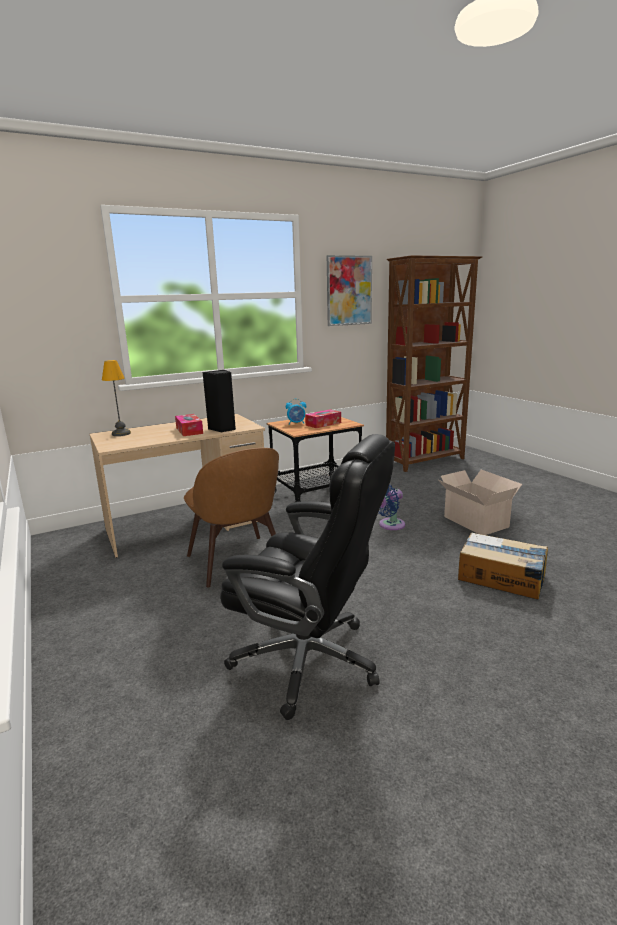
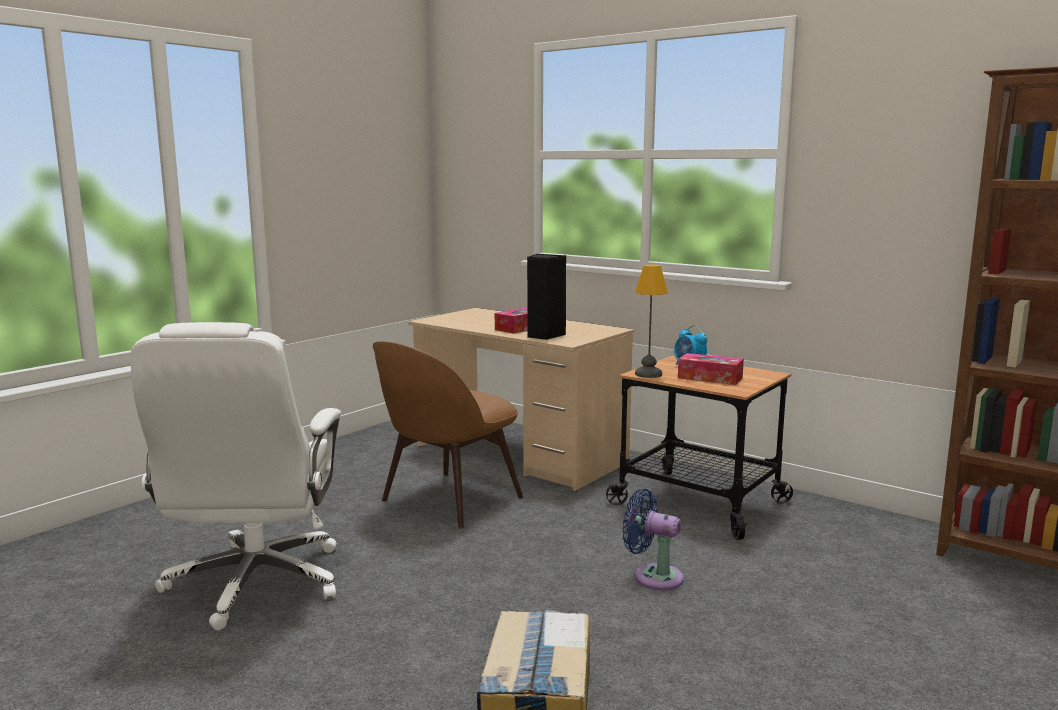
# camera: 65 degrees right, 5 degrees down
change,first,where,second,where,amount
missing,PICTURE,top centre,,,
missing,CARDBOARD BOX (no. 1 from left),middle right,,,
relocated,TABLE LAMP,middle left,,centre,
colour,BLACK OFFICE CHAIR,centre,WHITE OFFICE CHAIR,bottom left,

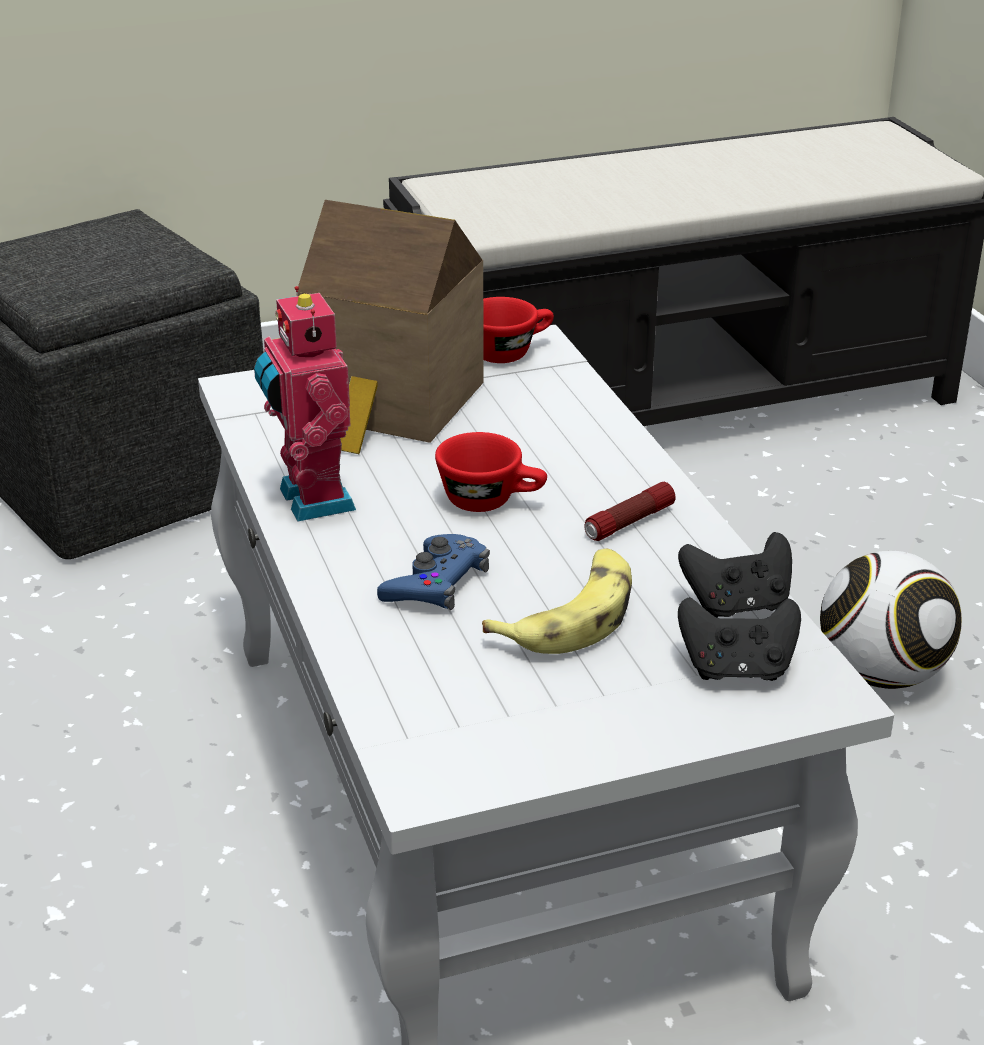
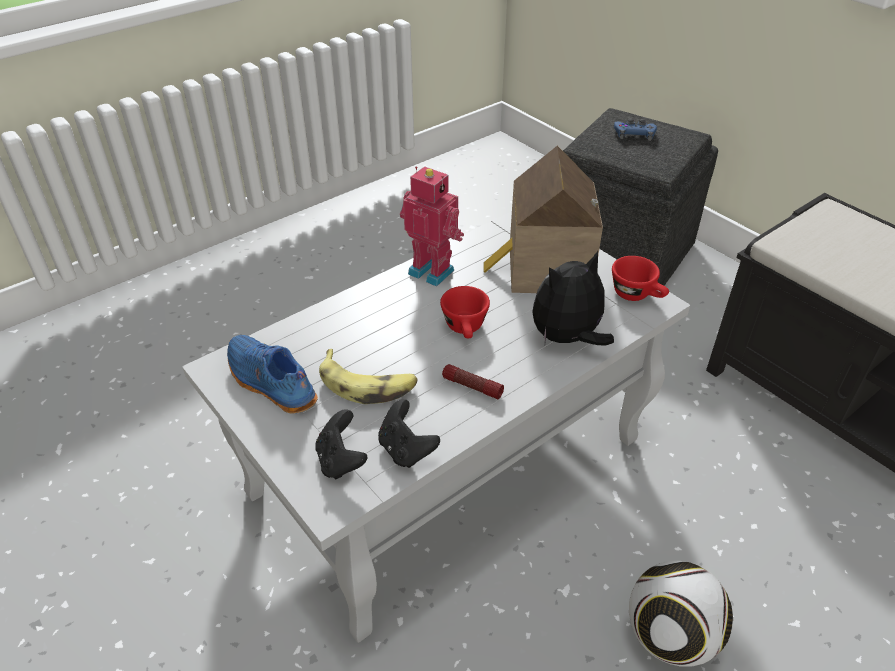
# camera: 70 degrees right, 10 degrees up
change,first,where,second,where,amount
appeared,,,BLUE SHOE,middle left,
appeared,,,PLUSH TOY,centre,
relocated,BLUE GAME CONTROLLER,centre,,top right,
spun,TOY ROBOT,middle left,,centre,75 degrees clockwise

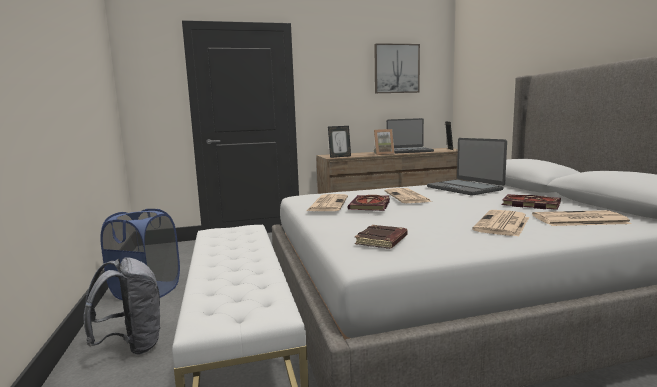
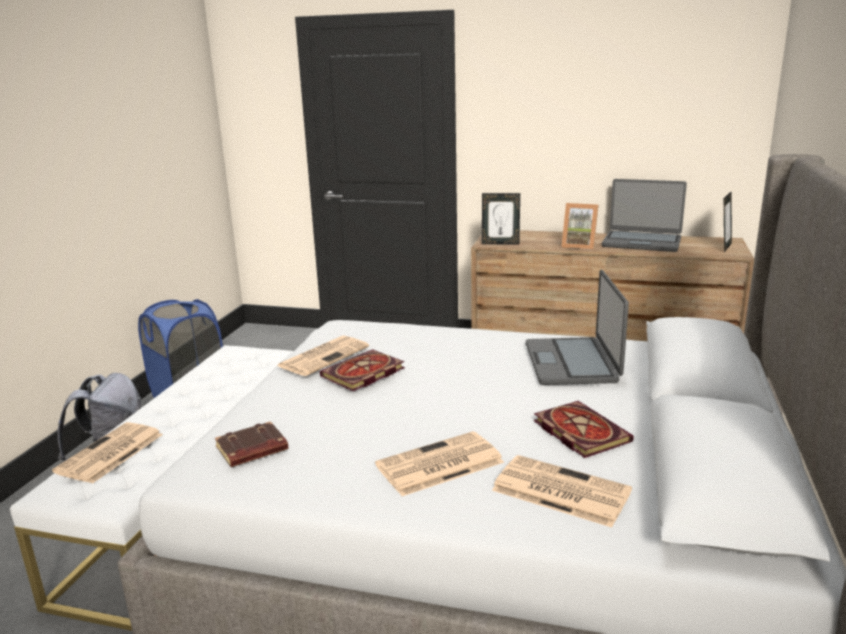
# camera: 30 degrees right, 10 degrees up
change,first,where,second,where,amount
missing,PICTURE,top centre,,,
relocated,NEWSPAPER (no. 2 from left in the first image),centre,NEWSPAPER (no. 1 from left),bottom left,

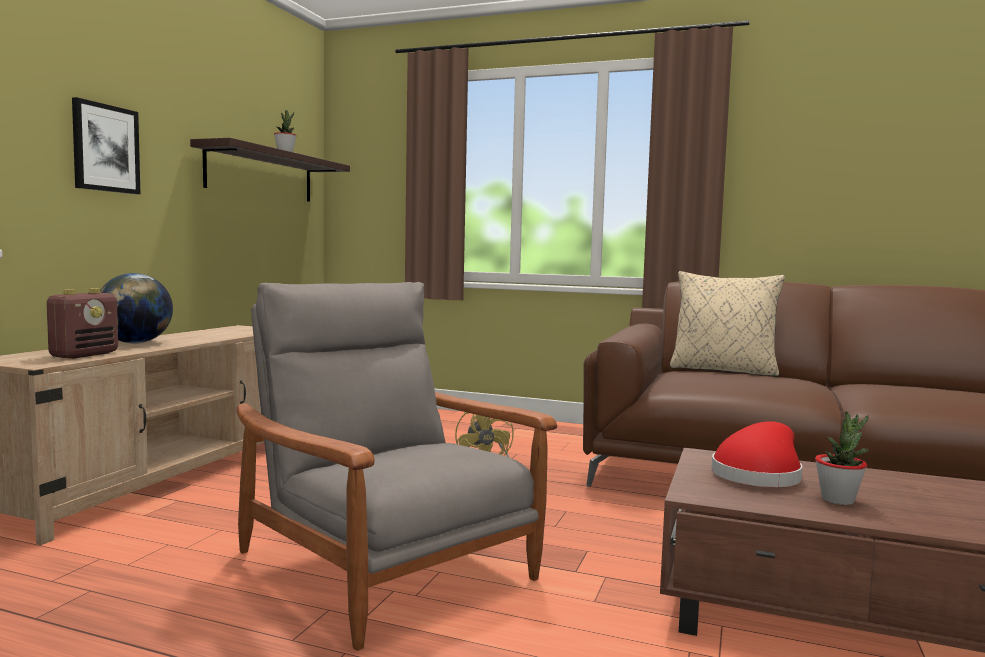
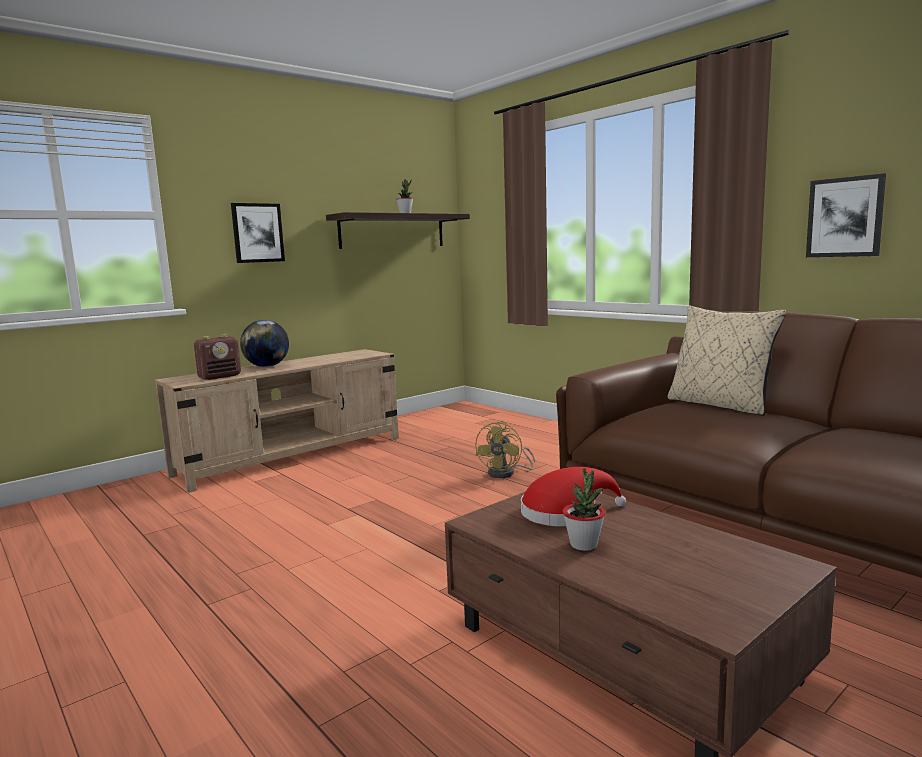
# camera: 30 degrees right, 5 degrees up
change,first,where,second,where,amount
missing,GREY ARMCHAIR,bottom centre,,,
appeared,,,PICTURE (no. 2 from left),top right,

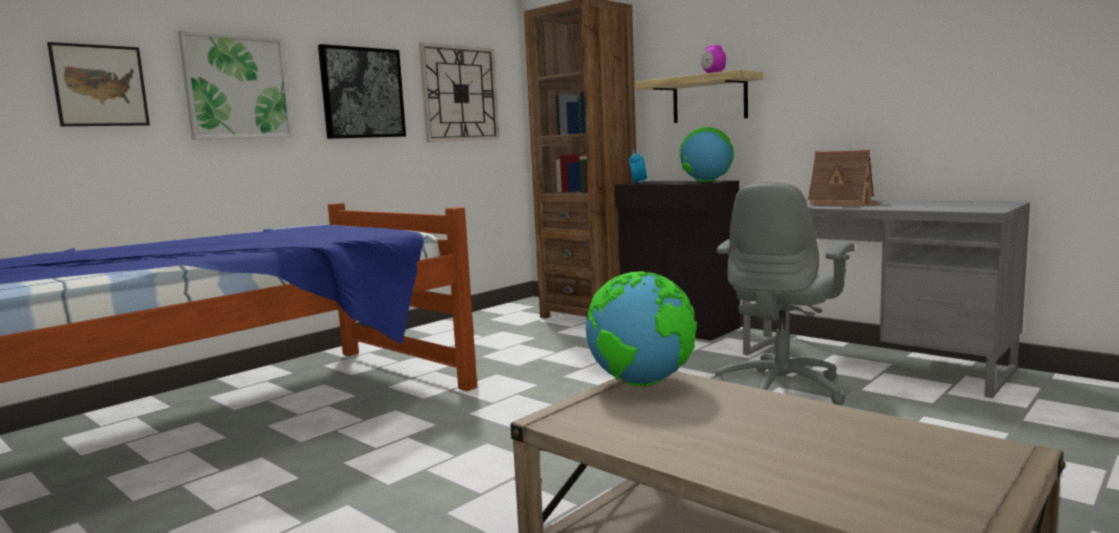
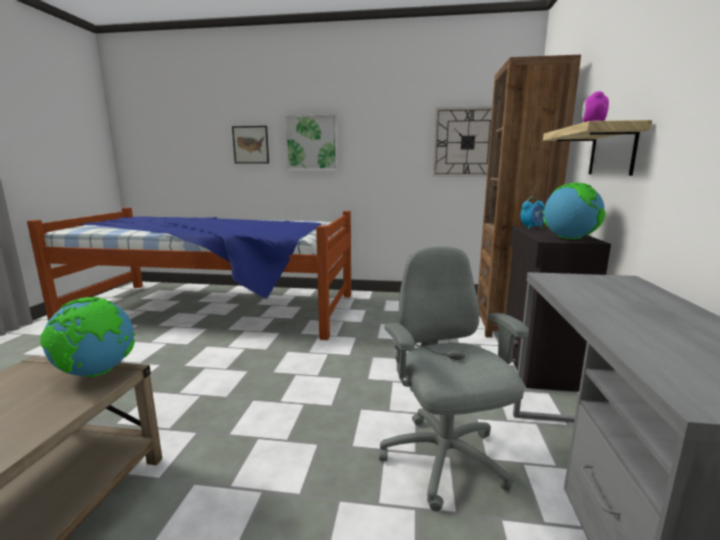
# camera: 55 degrees right, 5 degrees up
change,first,where,second,where,amount
missing,PICTURE (no. 3 from left),top left,,,
missing,TOY HOUSE,middle right,,,
spun,GREY OFFICE CHAIR,middle right,,bottom centre,75 degrees clockwise

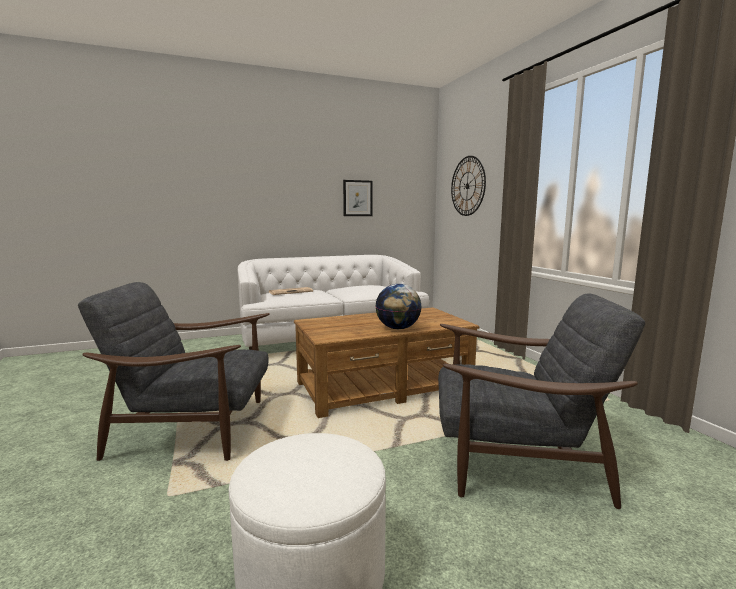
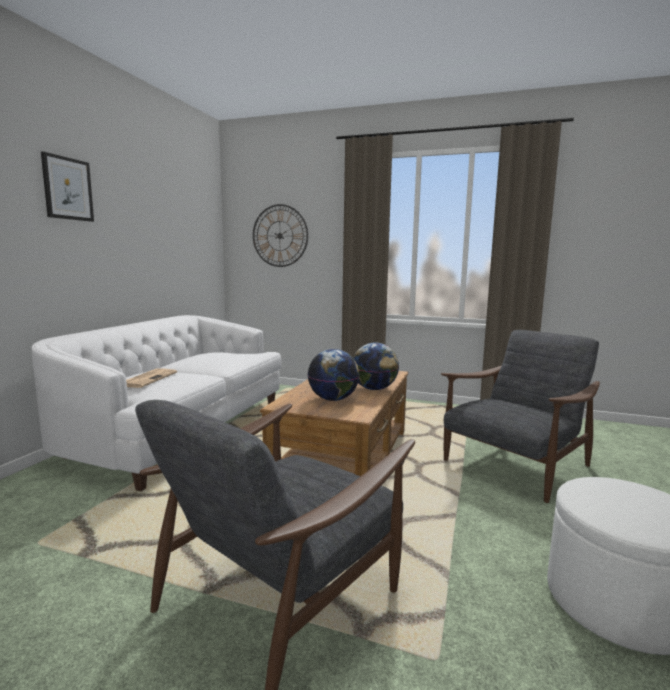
# camera: 50 degrees left, 0 degrees up
change,first,where,second,where,amount
appeared,,,GLOBE (no. 1 from left),centre,
relocated,PICTURE,centre,,top left,

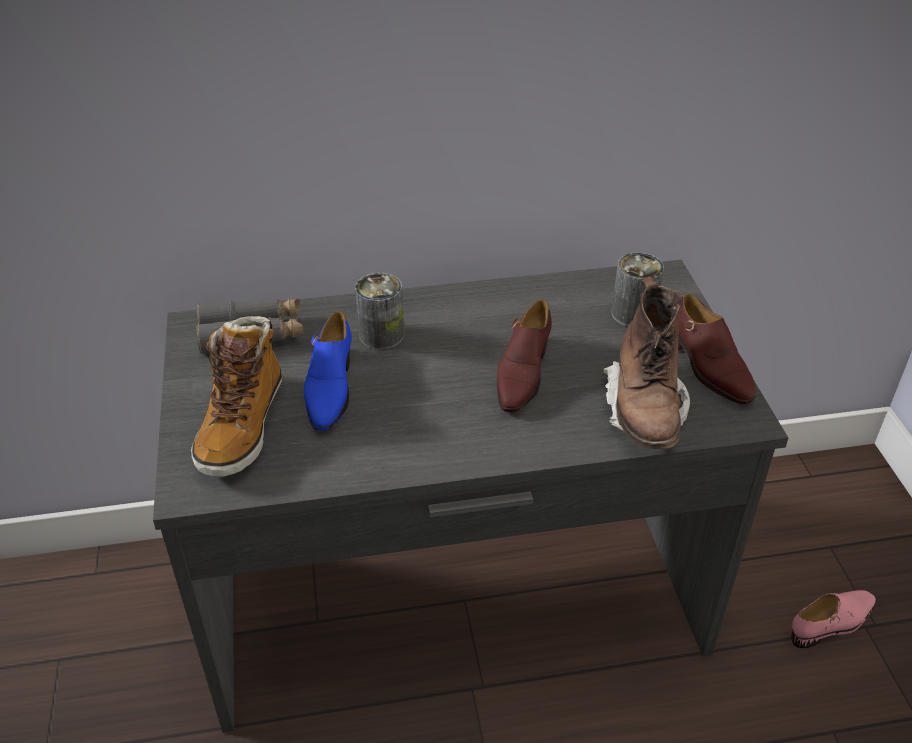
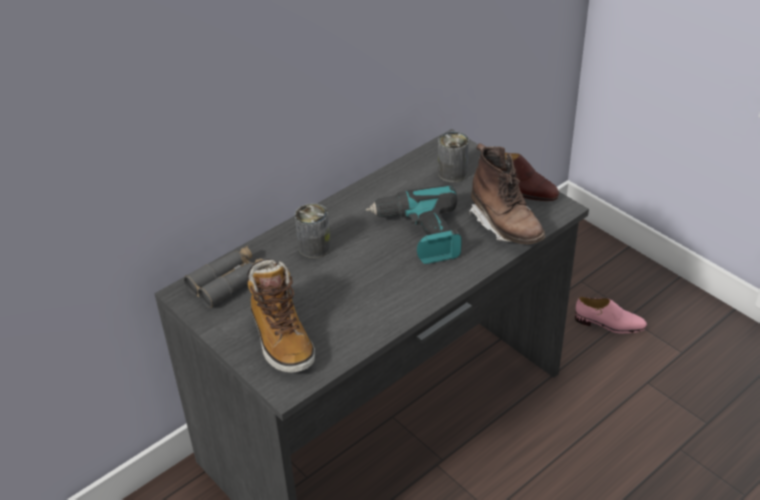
# camera: 30 degrees left, 0 degrees up
change,first,where,second,where,amount
missing,BLUE SHOE,centre,,,
exchanged,BROWN SHOE (no. 1 from left),centre,POWER DRILL,centre,
spun,PINK SHOE,bottom right,,middle right,75 degrees clockwise

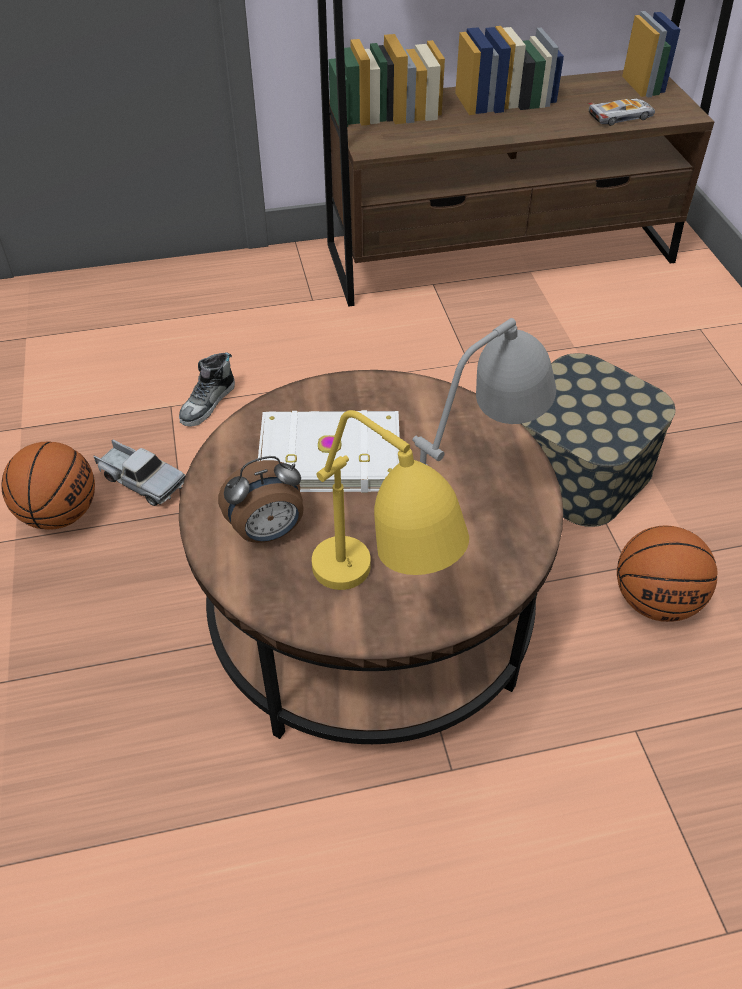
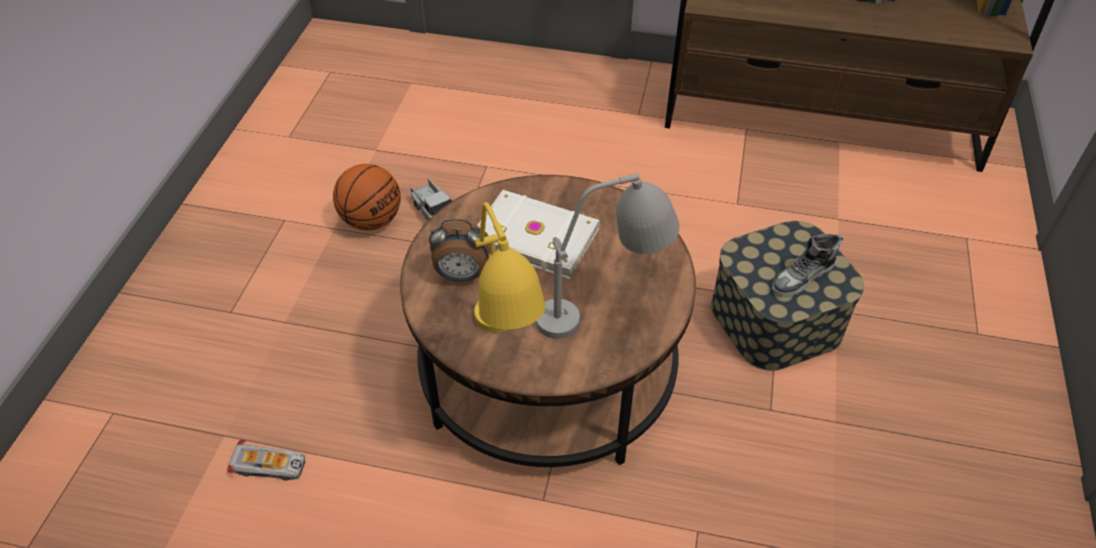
# camera: 25 degrees right, 0 degrees up
change,first,where,second,where,amount
missing,BASKETBALL (no. 2 from left),middle right,,,
relocated,SHOE,middle left,,middle right,
relocated,TOY CAR,top right,,bottom left,

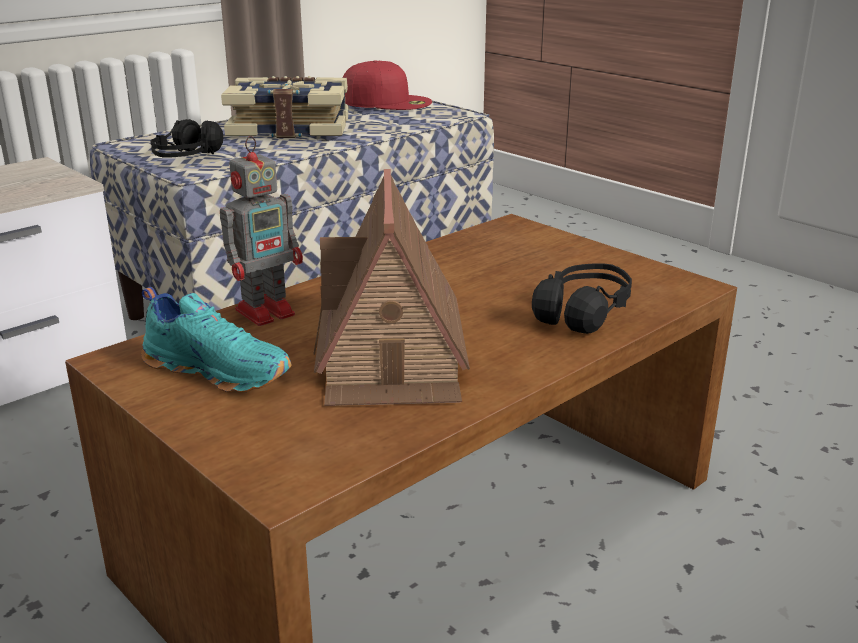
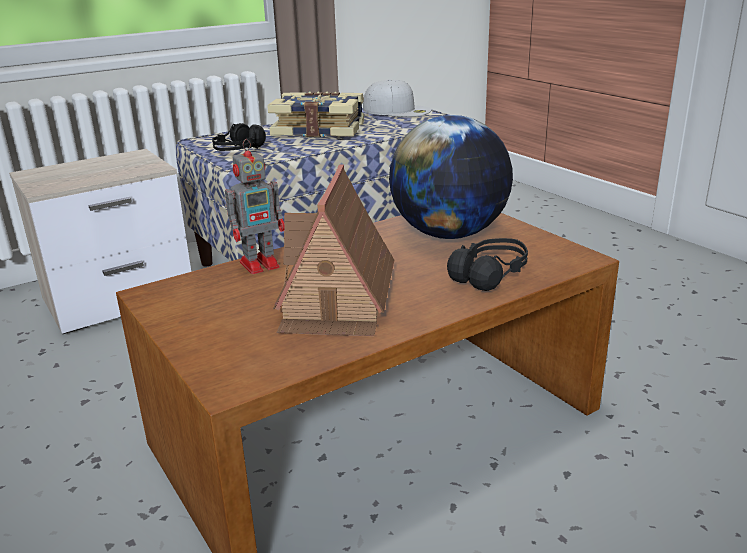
# camera: 10 degrees right, 0 degrees up
change,first,where,second,where,amount
missing,TURQUOISE SHOE,middle left,,,
appeared,,,GLOBE,top centre,
colour,RED CAP,top centre,WHITE CAP,top centre,

